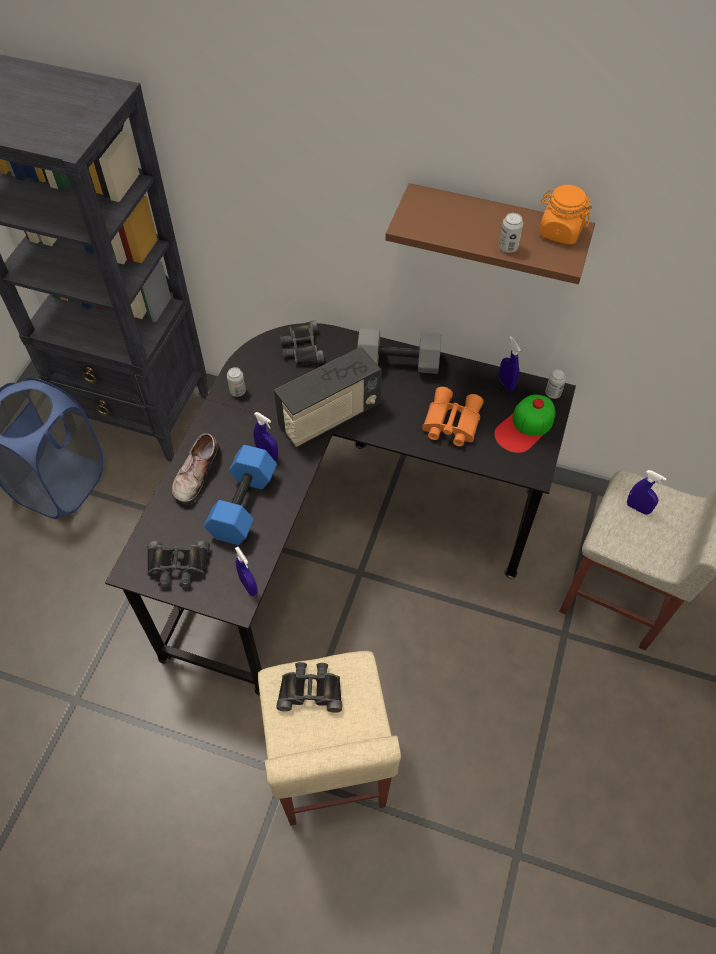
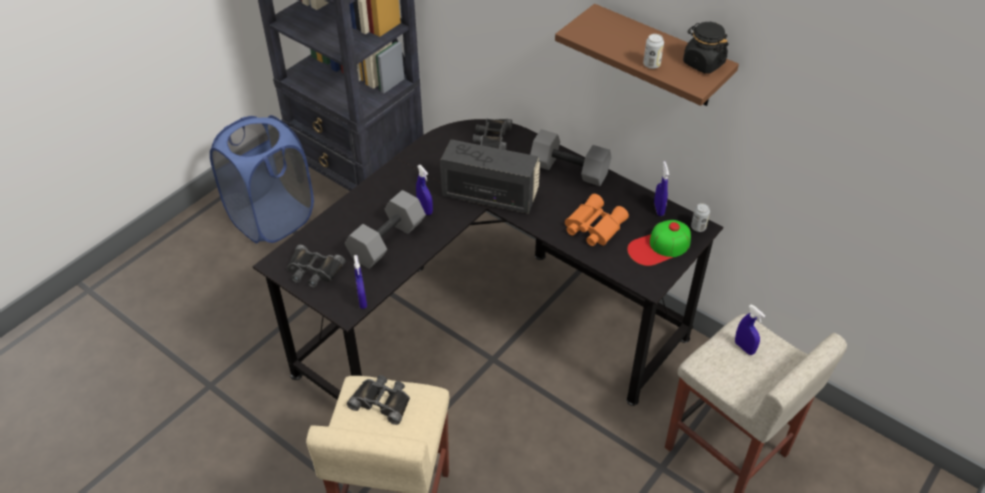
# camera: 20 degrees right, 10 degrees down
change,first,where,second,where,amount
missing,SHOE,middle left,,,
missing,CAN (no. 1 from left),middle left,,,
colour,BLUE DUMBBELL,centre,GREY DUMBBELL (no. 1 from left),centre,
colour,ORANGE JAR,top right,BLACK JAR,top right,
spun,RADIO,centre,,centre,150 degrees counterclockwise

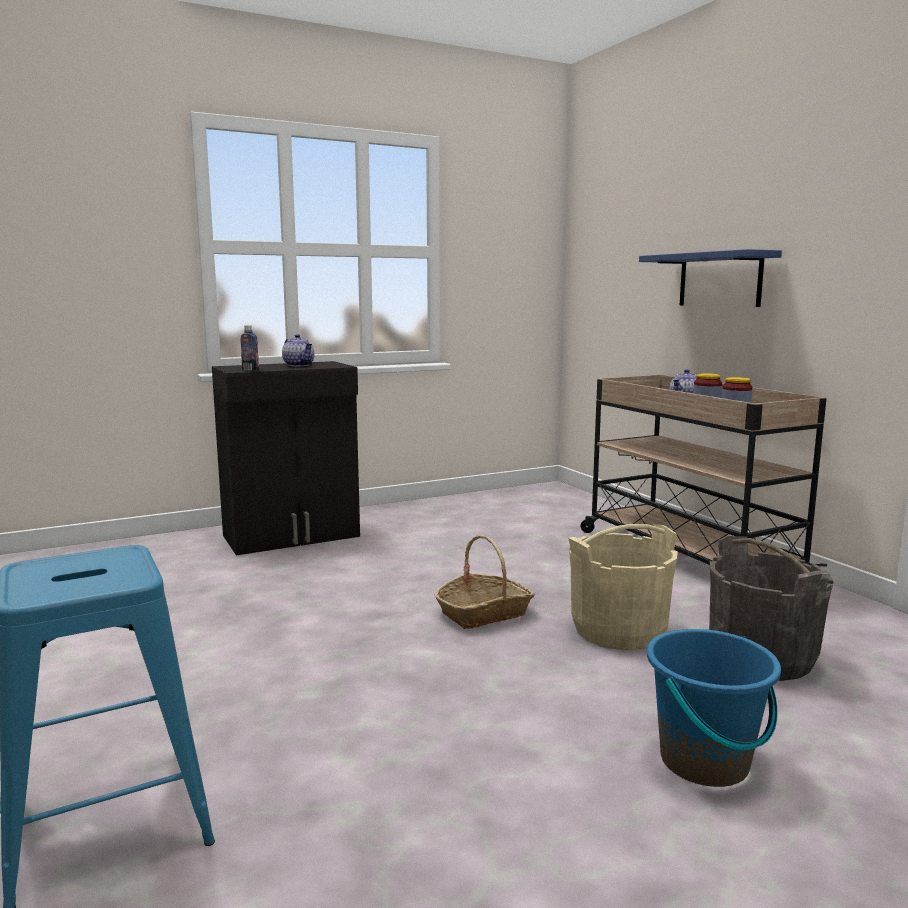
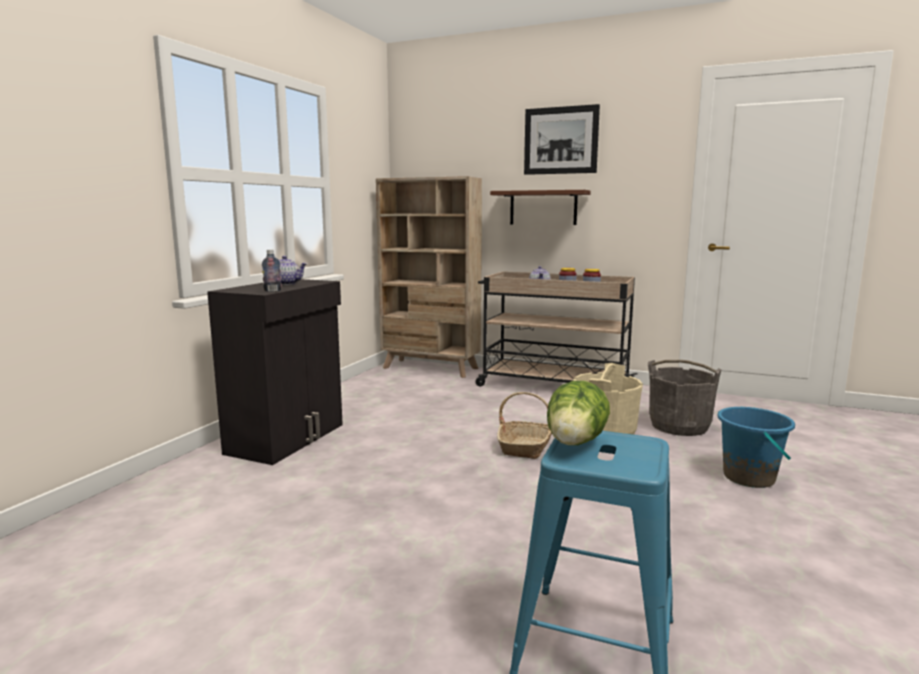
# camera: 40 degrees left, 0 degrees up
change,first,where,second,where,amount
appeared,,,BEIGE BOOKCASE,centre,
appeared,,,PICTURE,top centre,
appeared,,,LETTUCE,centre,
colour,BLUE SHELF,top right,BROWN SHELF,top centre,

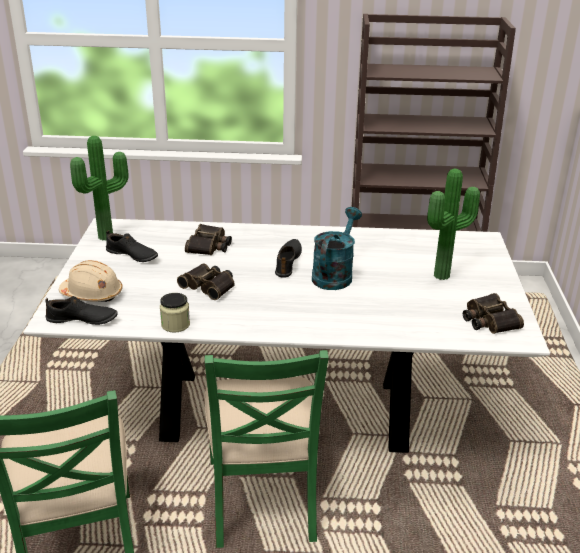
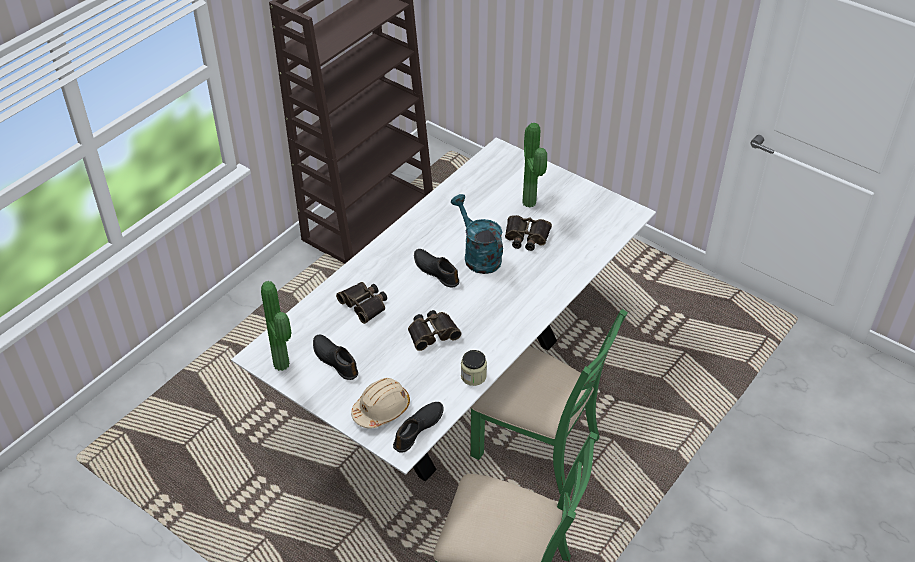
# camera: 55 degrees left, 15 degrees up
change,first,where,second,where,amount
relocated,BINOCULARS (no. 3 from left),middle right,,centre,
spun,BLACK SHOE (no. 2 from left in the first image),middle left,BLACK SHOE (no. 1 from left),centre,105 degrees counterclockwise

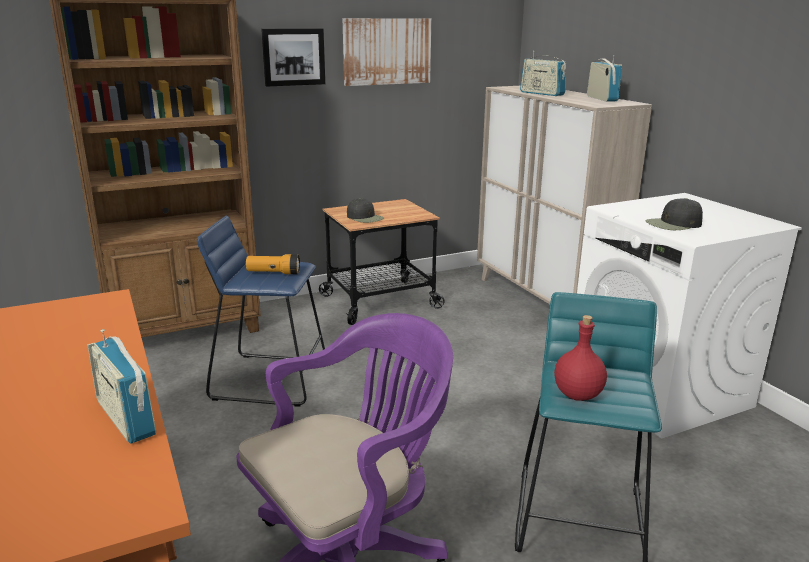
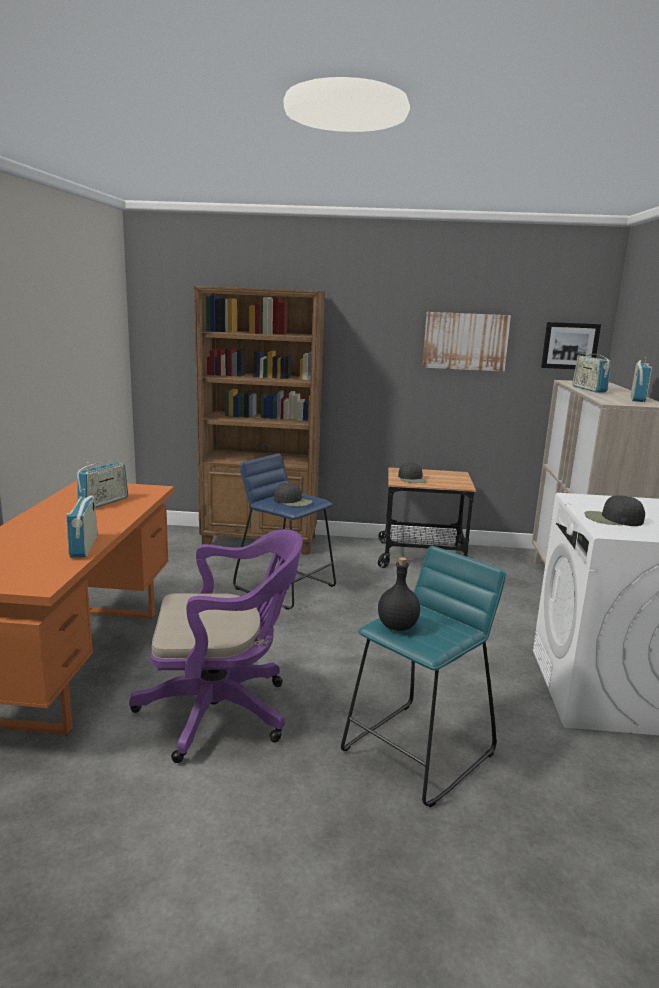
# camera: 30 degrees right, 5 degrees down
change,first,where,second,where,amount
appeared,,,RADIO (no. 2 from left),middle left,
relocated,PICTURE (no. 1 from left in the first image),top centre,PICTURE (no. 2 from left),middle right,
exchanged,FLASHLIGHT,centre,BLACK CAP (no. 1 from left),centre,
colour,RED BOTTLE,middle right,BLACK BOTTLE,centre,

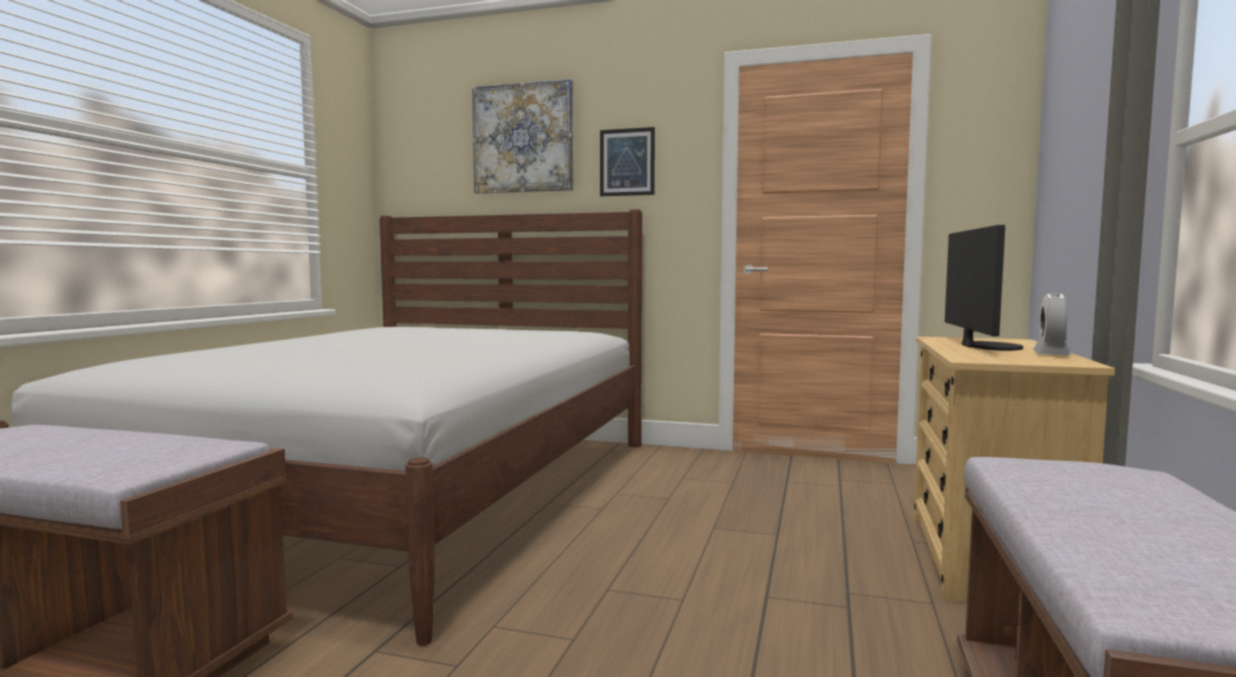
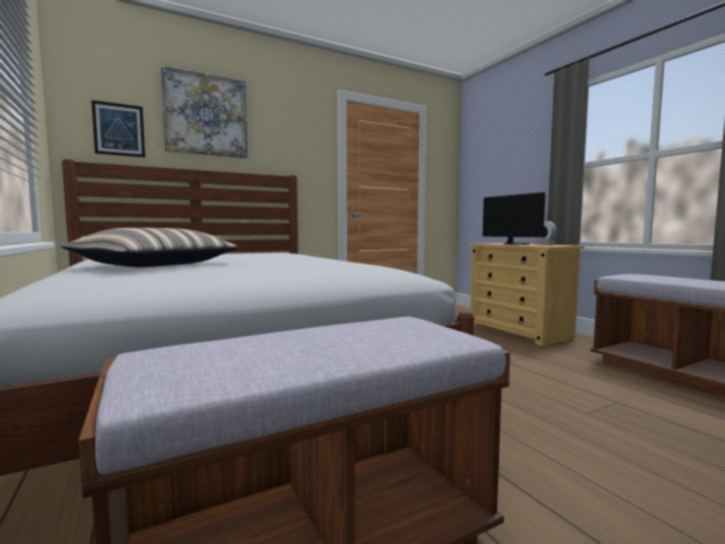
# camera: 45 degrees left, 0 degrees up
change,first,where,second,where,amount
appeared,,,PILLOW,middle left,
relocated,PICTURE (no. 2 from left in the first image),top centre,PICTURE (no. 1 from left),top left,

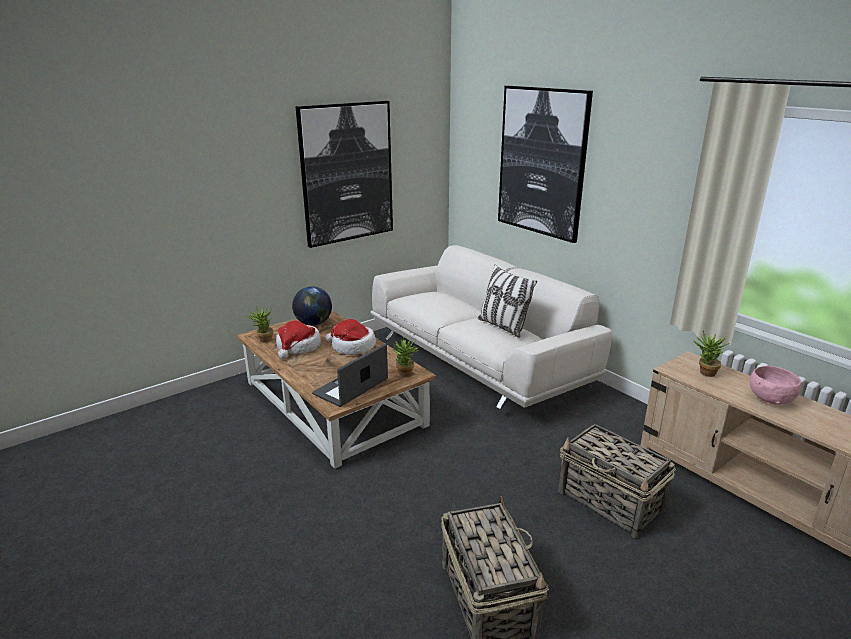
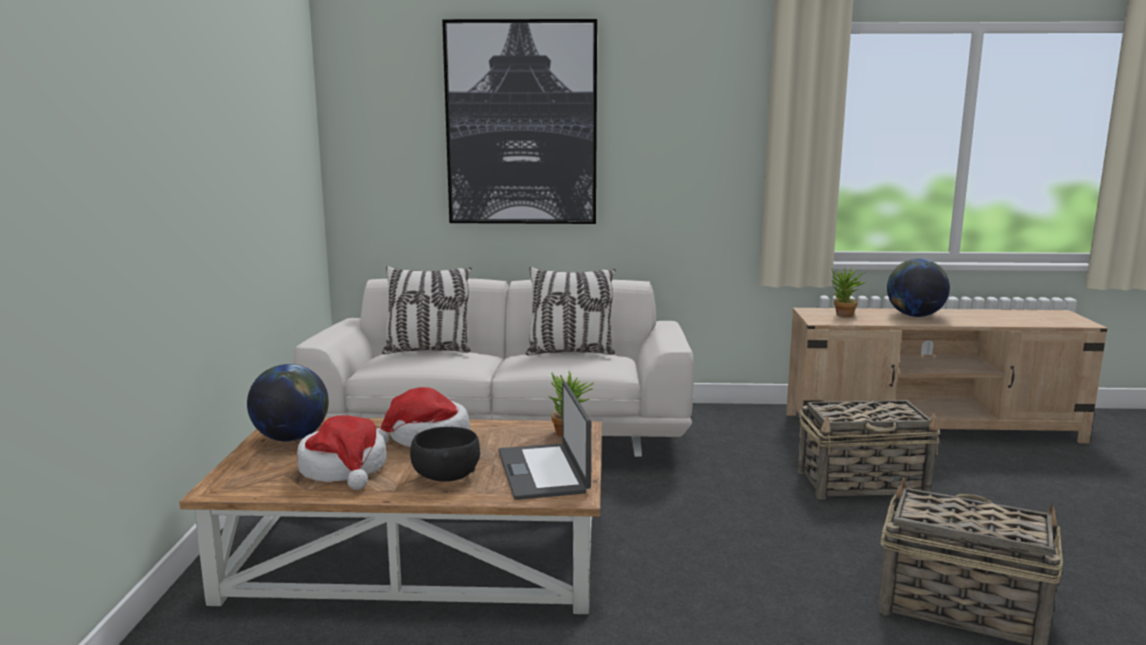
# camera: 50 degrees left, 10 degrees down
change,first,where,second,where,amount
missing,POTTED PLANT (no. 1 from left),middle left,,,
missing,PICTURE (no. 1 from left),top centre,,,
appeared,,,PILLOW (no. 1 from left),centre,
appeared,,,BLACK BOWL,bottom centre,
exchanged,PINK BOWL,middle right,GLOBE (no. 2 from left),middle right,

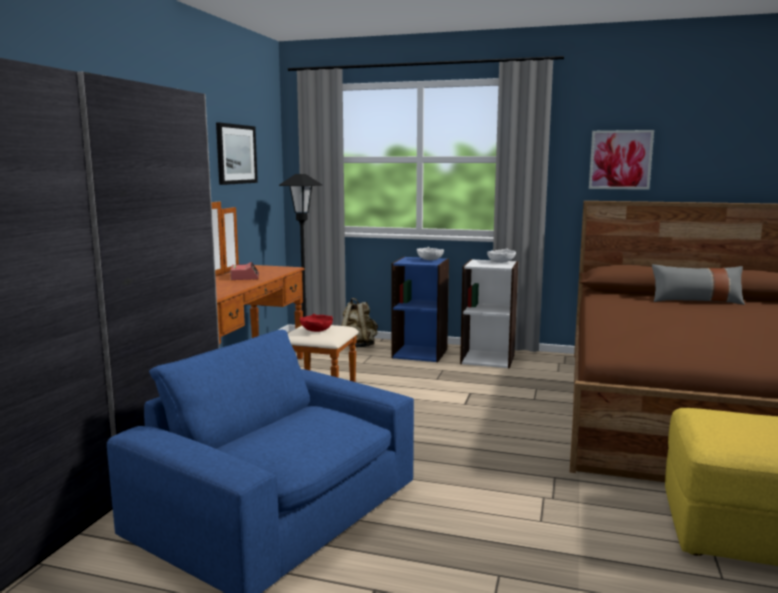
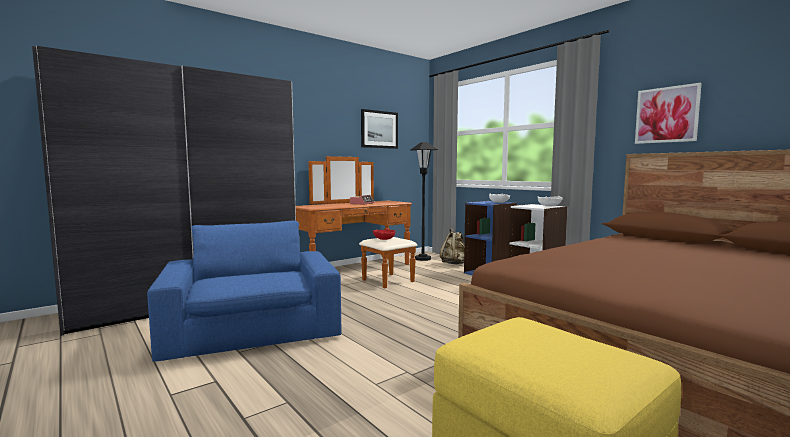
# camera: 35 degrees right, 5 degrees down
change,first,where,second,where,amount
missing,GREY PILLOW,middle right,,,

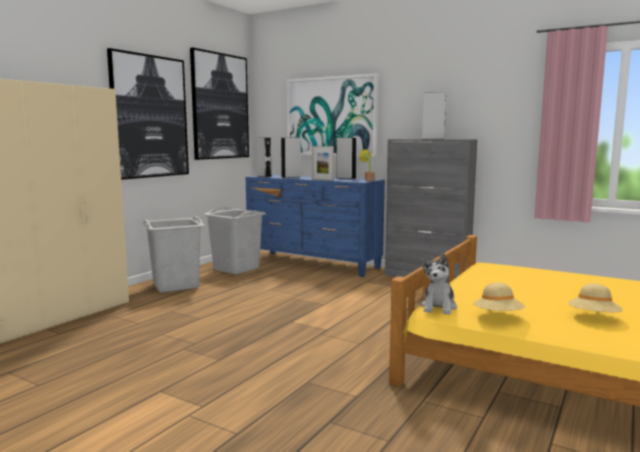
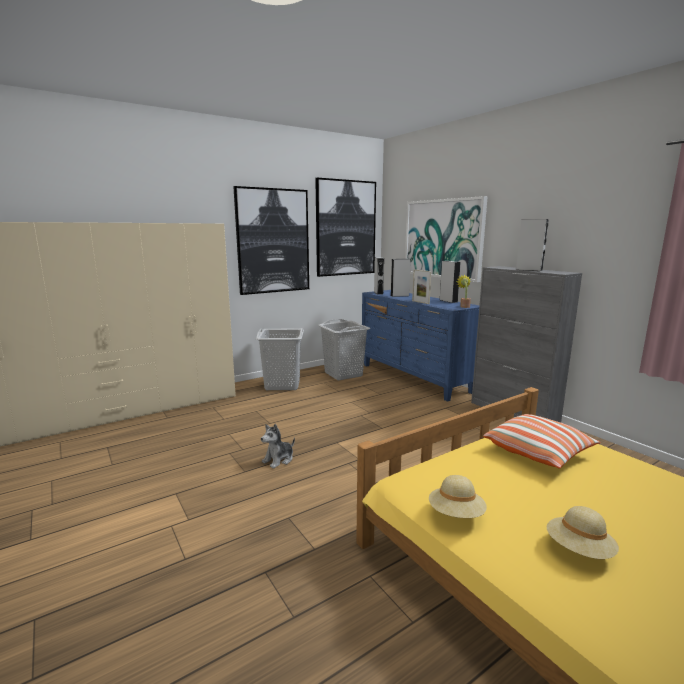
# camera: 25 degrees right, 5 degrees up
change,first,where,second,where,amount
appeared,,,PILLOW,middle right,
relocated,PLUSH TOY,middle right,,centre,

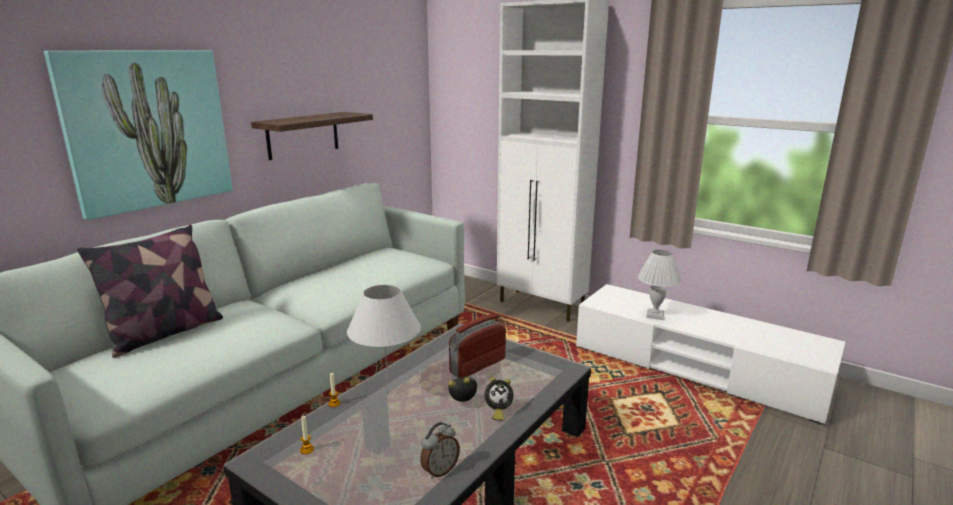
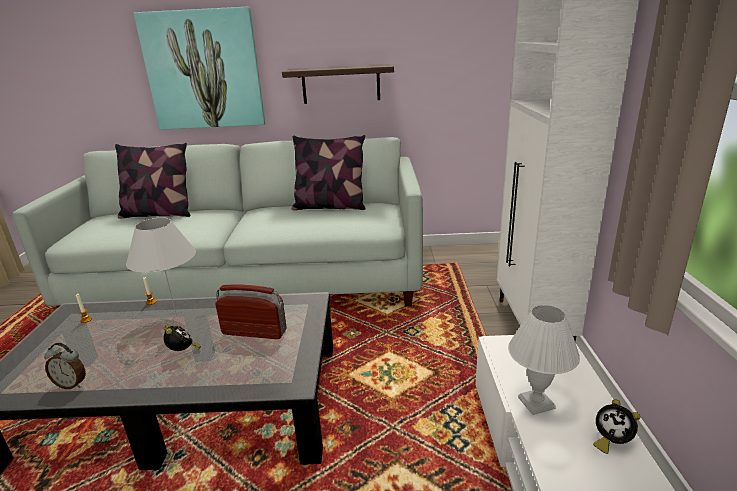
# camera: 55 degrees right, 5 degrees up
change,first,where,second,where,amount
appeared,,,PILLOW (no. 2 from left),centre,
relocated,ALARM CLOCK (no. 3 from left),bottom centre,,bottom right,

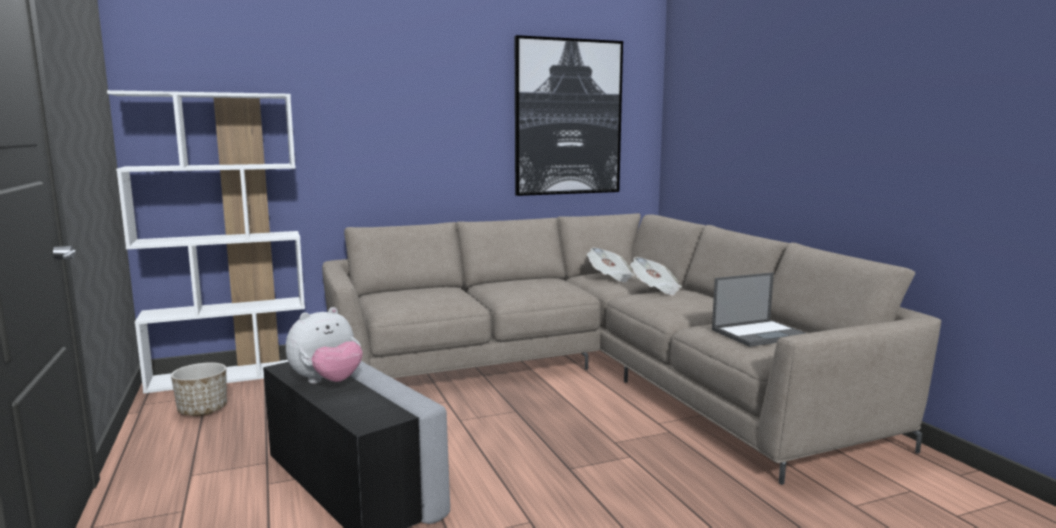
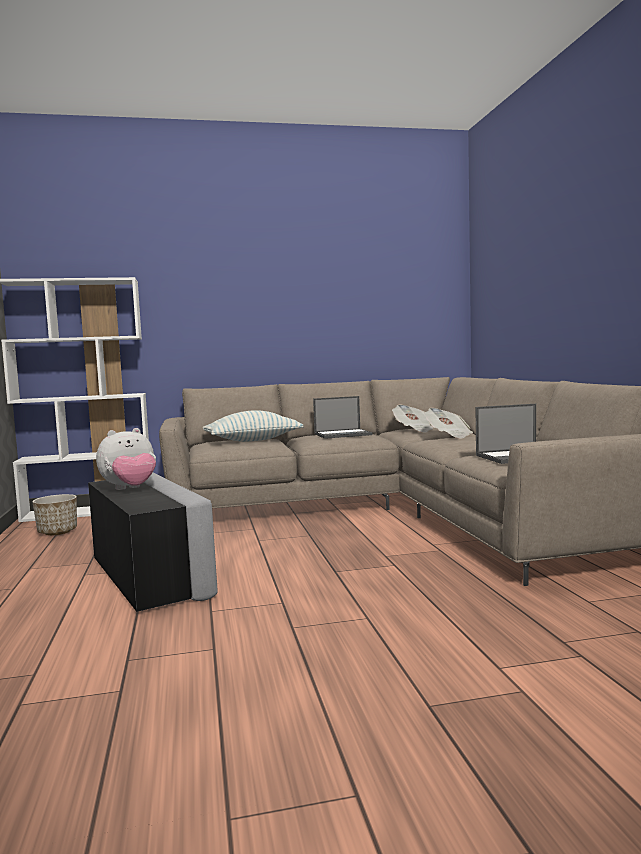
# camera: 10 degrees right, 5 degrees down
change,first,where,second,where,amount
missing,PICTURE,top centre,,,
appeared,,,PILLOW,centre,
appeared,,,LAPTOP (no. 1 from left),centre,

